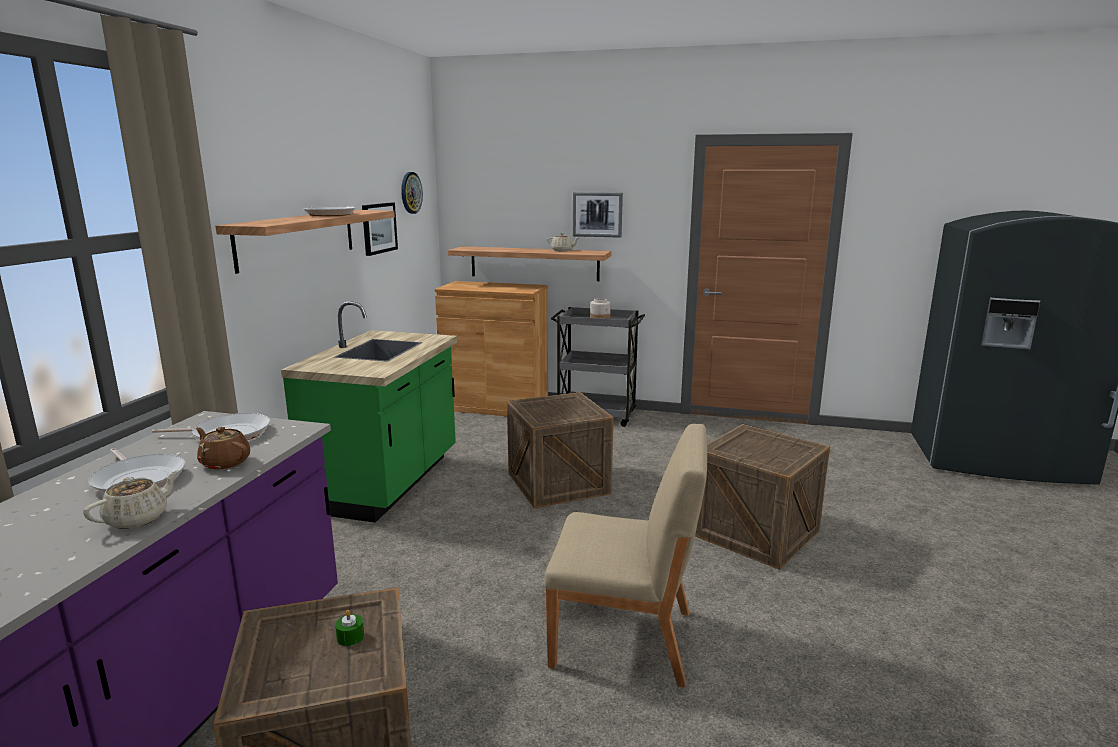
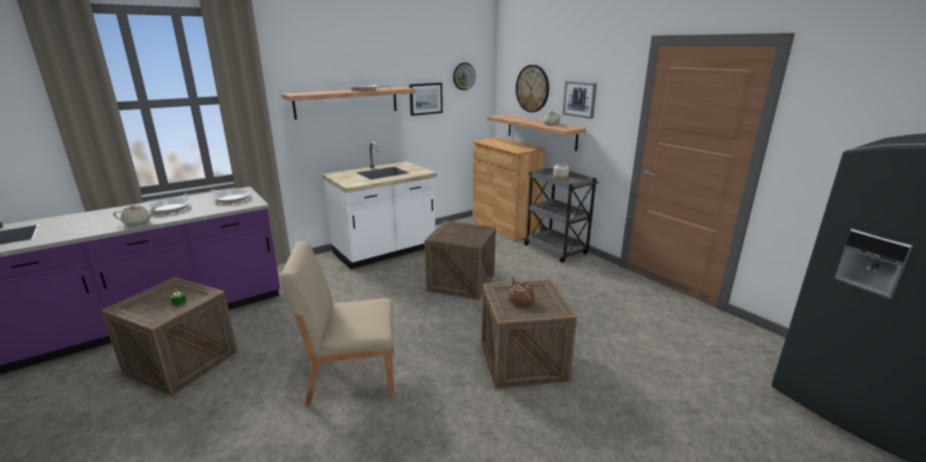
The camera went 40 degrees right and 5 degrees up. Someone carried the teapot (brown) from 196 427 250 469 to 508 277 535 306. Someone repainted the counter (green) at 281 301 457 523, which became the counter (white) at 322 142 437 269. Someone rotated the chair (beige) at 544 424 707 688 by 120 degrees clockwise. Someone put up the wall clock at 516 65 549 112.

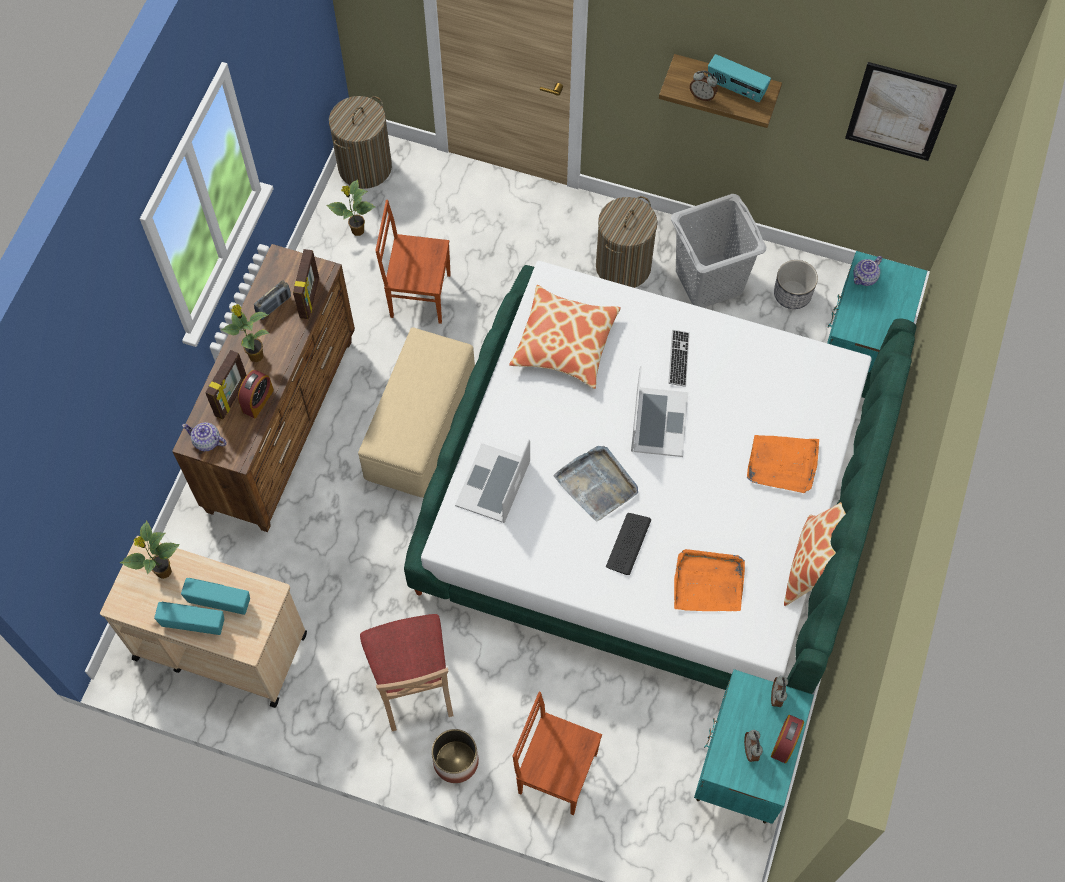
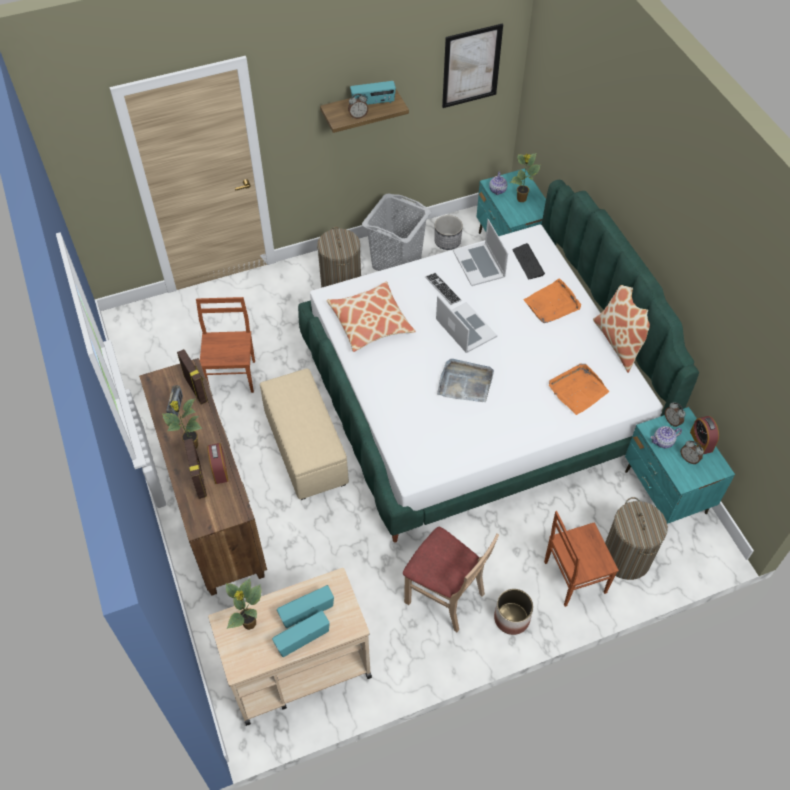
The camera went 40 degrees left and 10 degrees down. Someone carried the teapot from 182 422 227 451 to 650 426 682 448. Someone carried the potted plant from 326 180 376 236 to 510 153 540 202. Someone carried the laundry basket from 329 96 392 189 to 605 497 668 580. Someone rotated the chair (brown) at 375 200 451 324 by 120 degrees clockwise. Someone carried the laptop from 455 440 530 523 to 453 219 508 286. Someone carried the keyboard from 606 513 651 575 to 512 243 545 279.

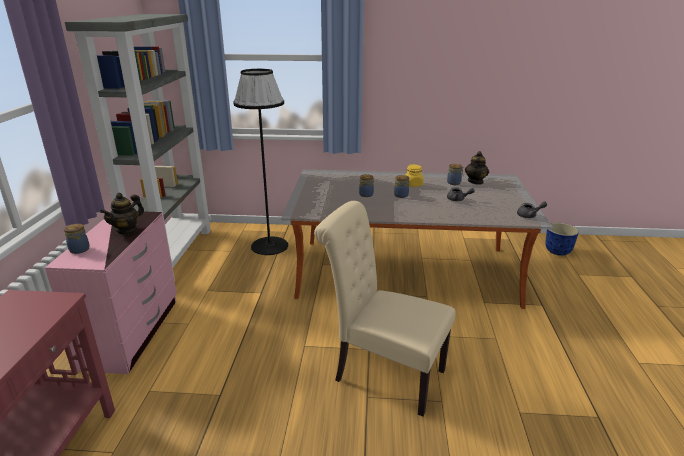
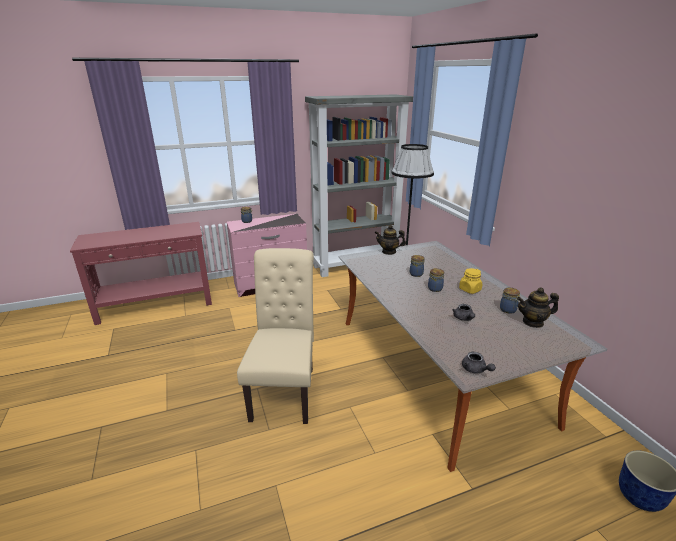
The camera went 65 degrees right and 0 degrees up. Someone carried the teapot from 100 193 144 235 to 375 225 406 255.

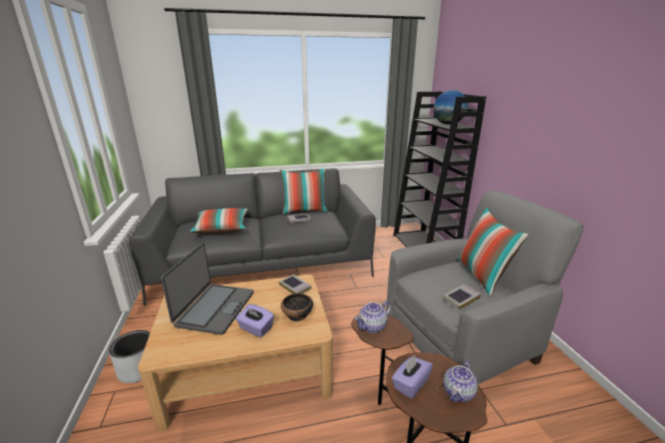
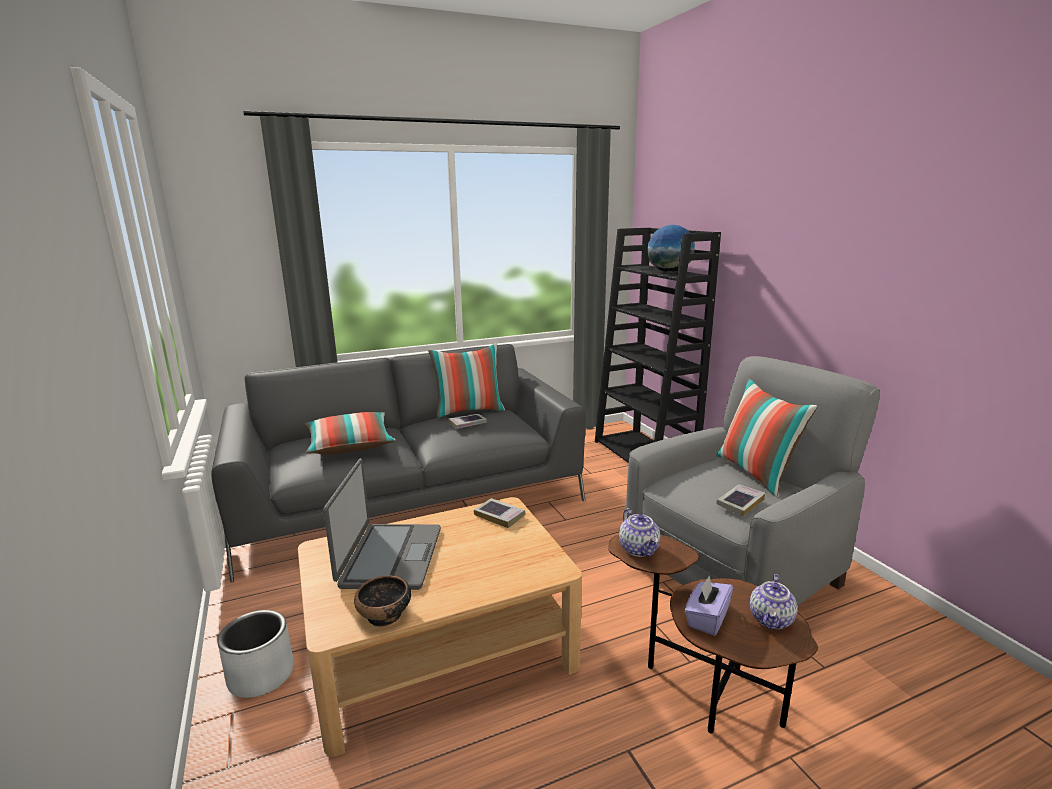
The camera went 10 degrees left and 5 degrees down. Someone took away the tissue box (purple) at 236 304 274 337. Someone carried the bowl from 281 293 313 321 to 354 575 411 627. Someone rotated the teapot at 354 301 391 333 by 60 degrees counterclockwise.

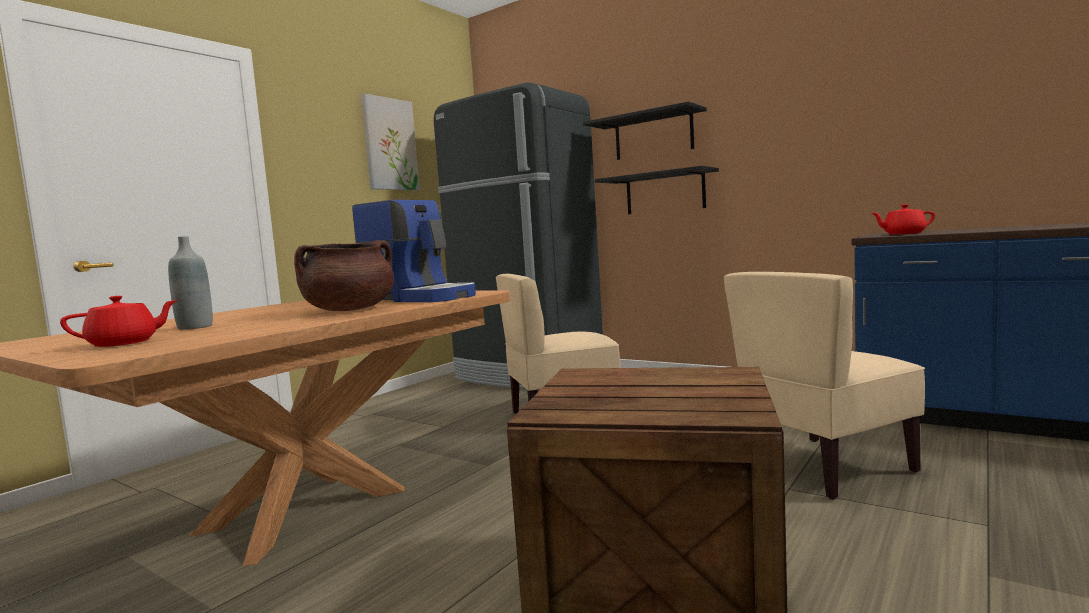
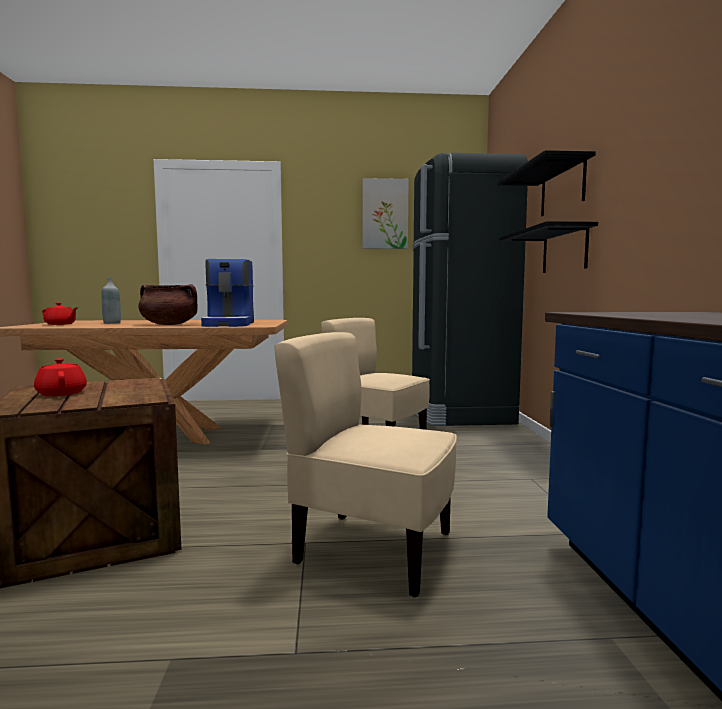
The camera went 50 degrees right and 0 degrees up. Someone carried the teapot (red) from 872 204 935 235 to 34 358 87 396.

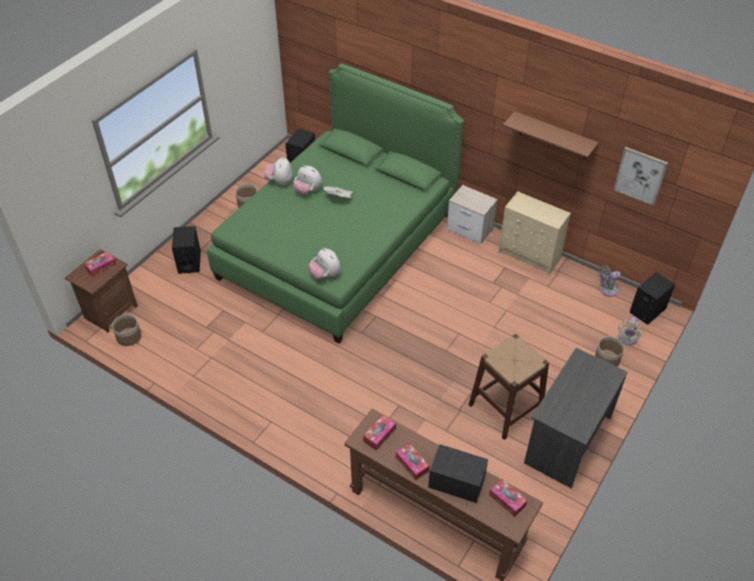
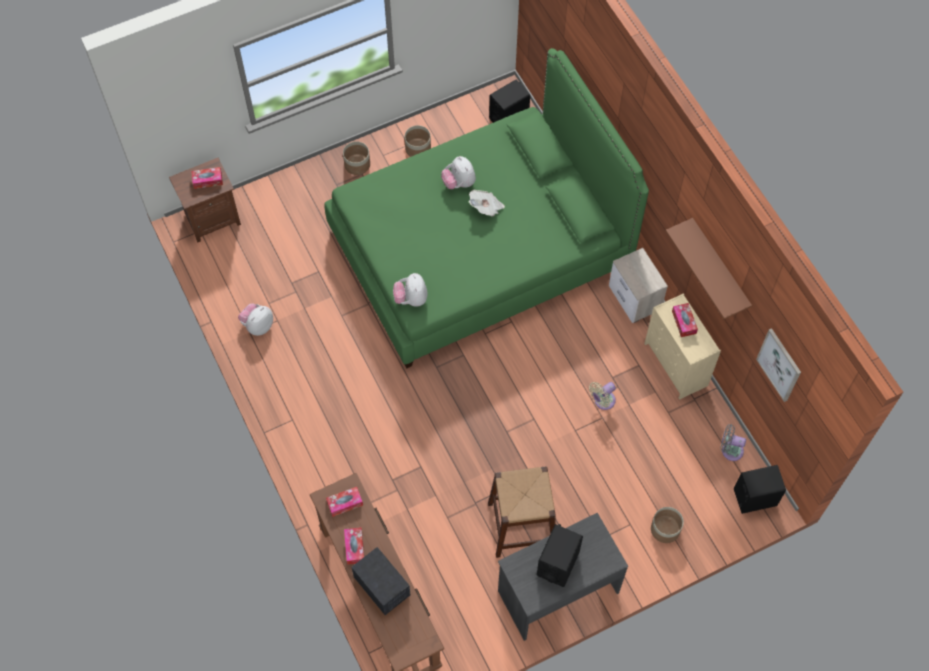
The camera went 30 degrees right and 15 degrees up. Someone carried the planter from 112 314 141 346 to 343 141 370 175. Someone carried the speaker (black) from 172 226 201 274 to 537 524 583 587. Someone carried the plush toy from 264 157 292 186 to 238 303 273 336. Someone carried the tissue box from 489 479 527 517 to 672 303 698 337. Someone carried the fan (beige) from 618 317 644 345 to 589 382 616 410.

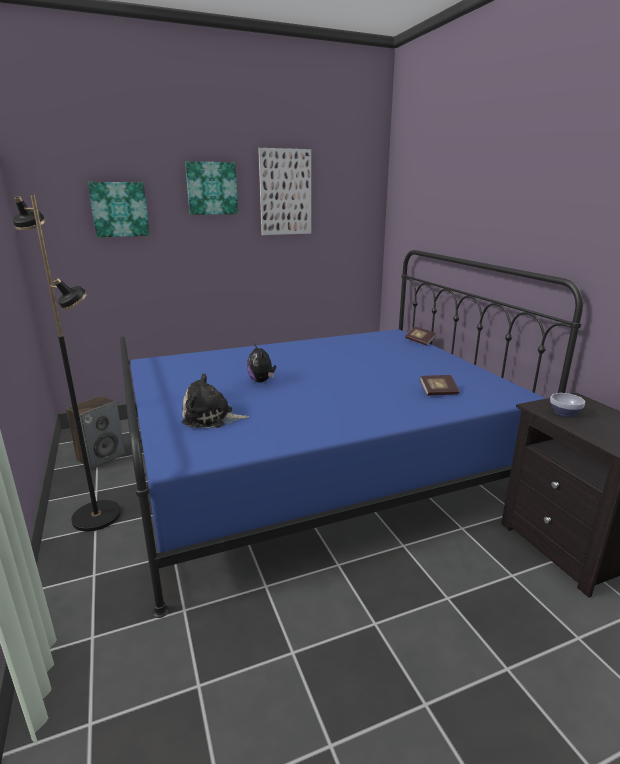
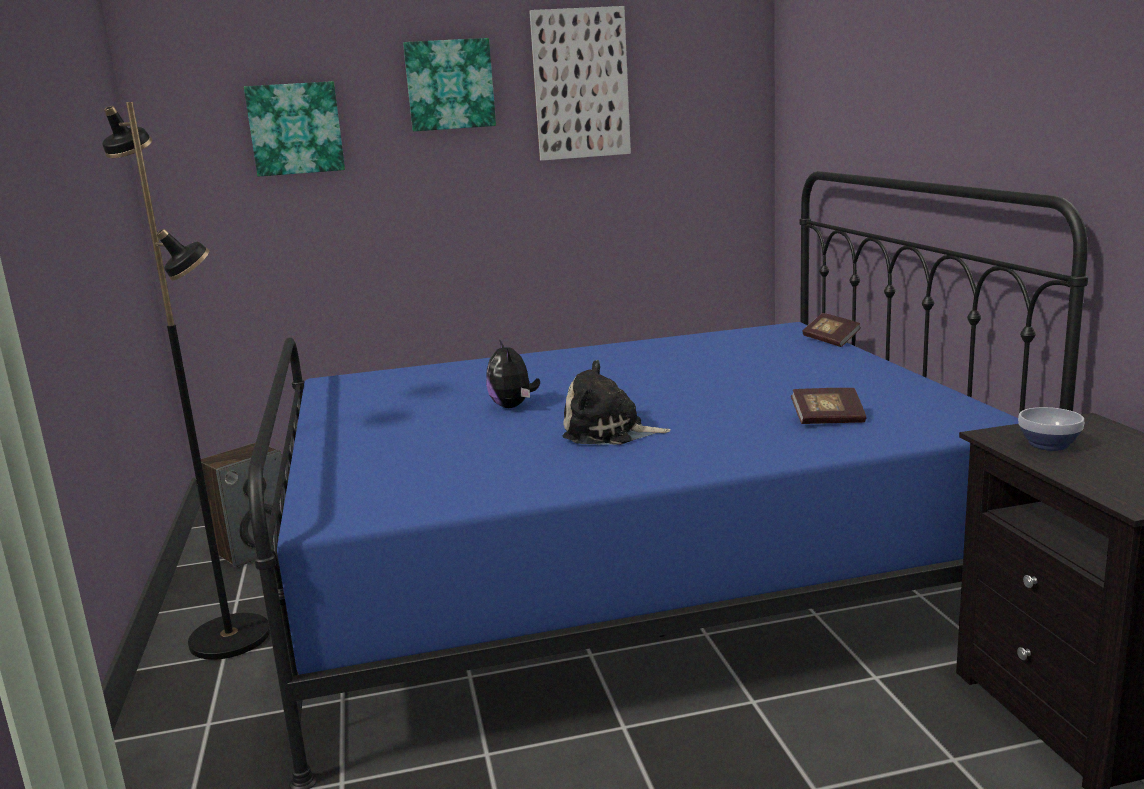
The camera went 10 degrees right and 5 degrees down. Someone carried the plush toy from 182 373 249 428 to 563 360 671 445.

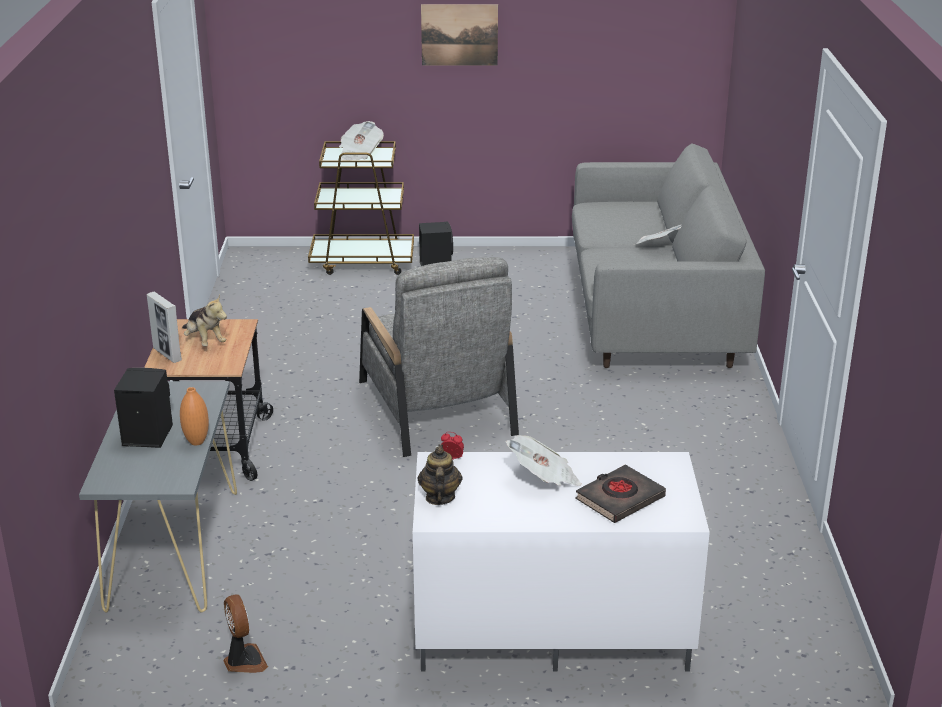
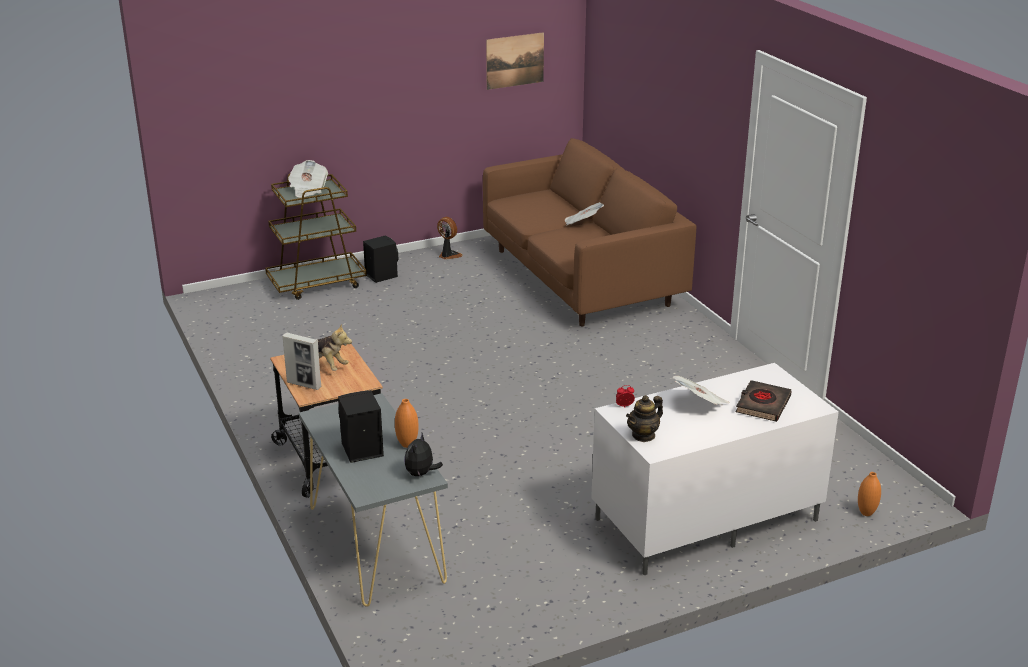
The camera went 25 degrees left and 0 degrees up. Someone carried the fan from 223 594 268 673 to 437 217 463 260. Someone took away the armchair (grey) at 359 257 519 457. Someone rotated the teapot at 418 444 463 505 by 105 degrees counterclockwise. Someone carried the picture from 421 4 498 65 to 486 32 544 90. Someone repainted the sofa (grey) at 572 143 765 368, which became the sofa (brown) at 483 138 696 326. Someone put down the plush toy at 405 433 443 477. Someone put down the vase (orange) at 858 472 881 516.

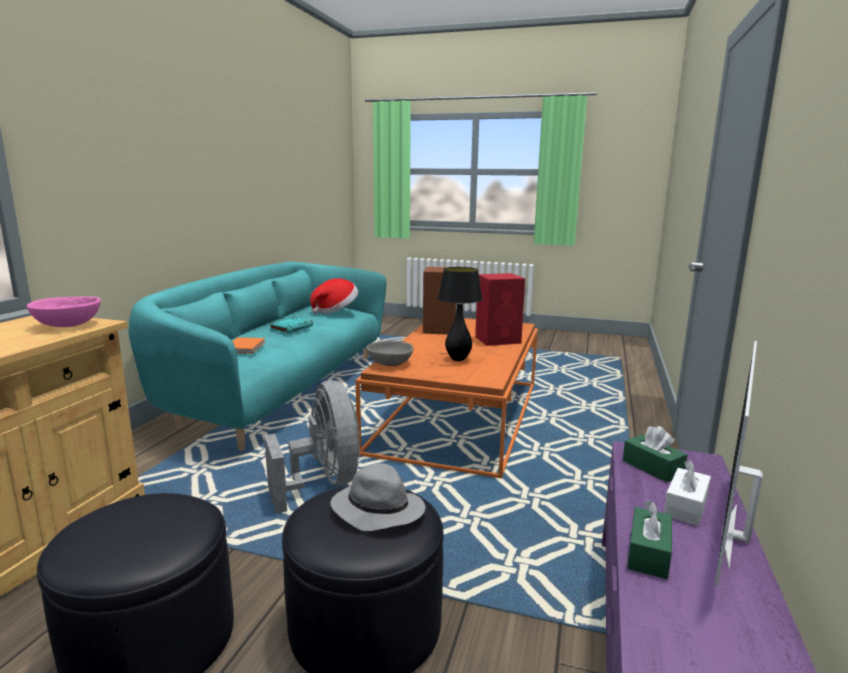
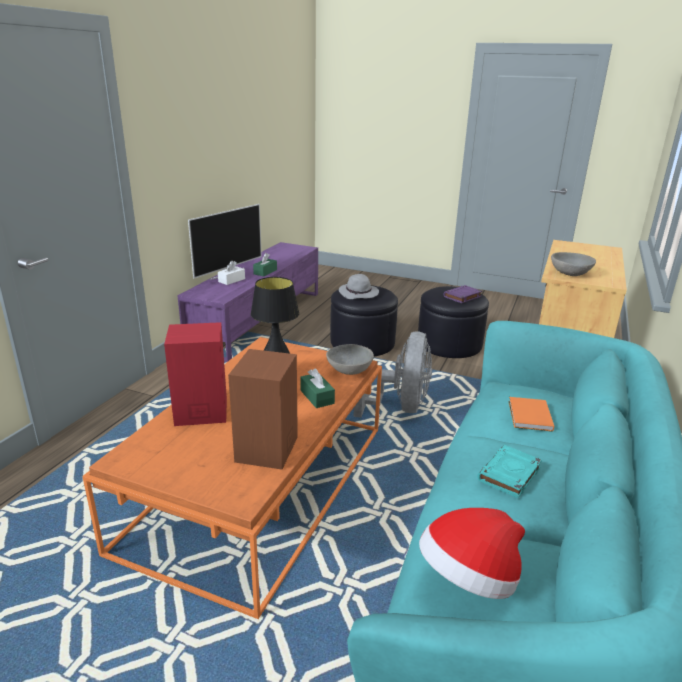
The camera went 175 degrees left and 10 degrees up. Someone repainted the bowl (pink) at 27 296 101 327, which became the bowl (grey) at 551 252 596 276. Someone rotated the fan (grey) at 264 380 360 513 by 150 degrees counterclockwise. Someone carried the tissue box (green) from 623 426 687 482 to 300 369 335 408. Someone put down the book (purple) at 443 285 482 303.

